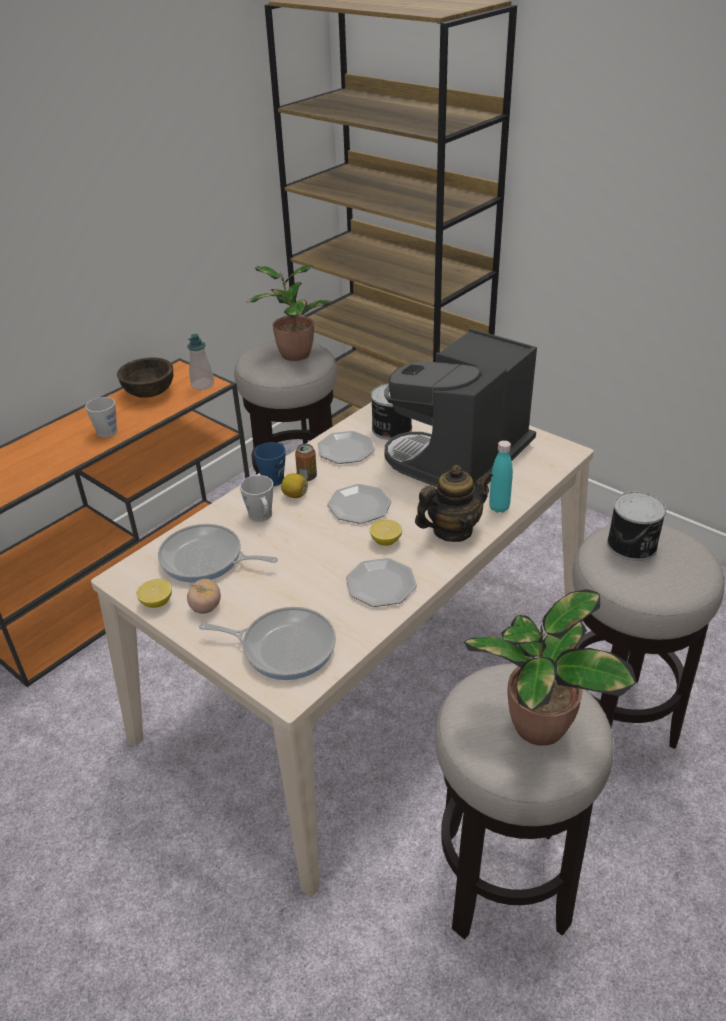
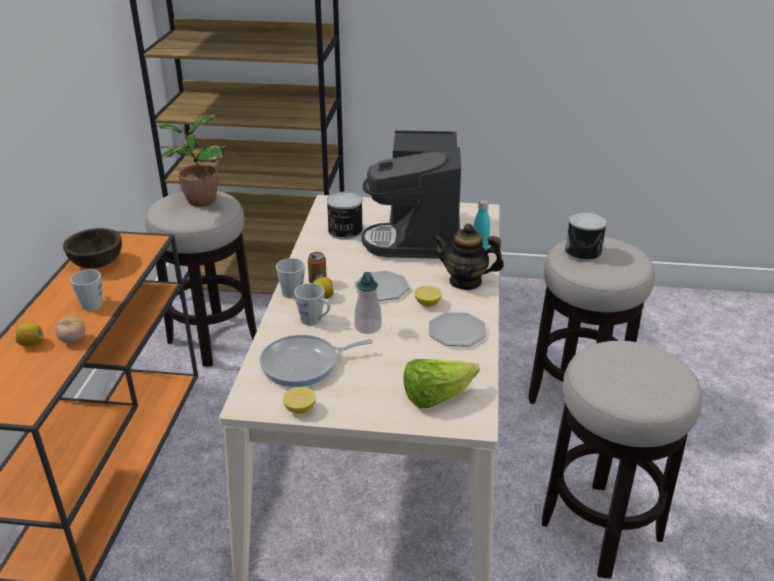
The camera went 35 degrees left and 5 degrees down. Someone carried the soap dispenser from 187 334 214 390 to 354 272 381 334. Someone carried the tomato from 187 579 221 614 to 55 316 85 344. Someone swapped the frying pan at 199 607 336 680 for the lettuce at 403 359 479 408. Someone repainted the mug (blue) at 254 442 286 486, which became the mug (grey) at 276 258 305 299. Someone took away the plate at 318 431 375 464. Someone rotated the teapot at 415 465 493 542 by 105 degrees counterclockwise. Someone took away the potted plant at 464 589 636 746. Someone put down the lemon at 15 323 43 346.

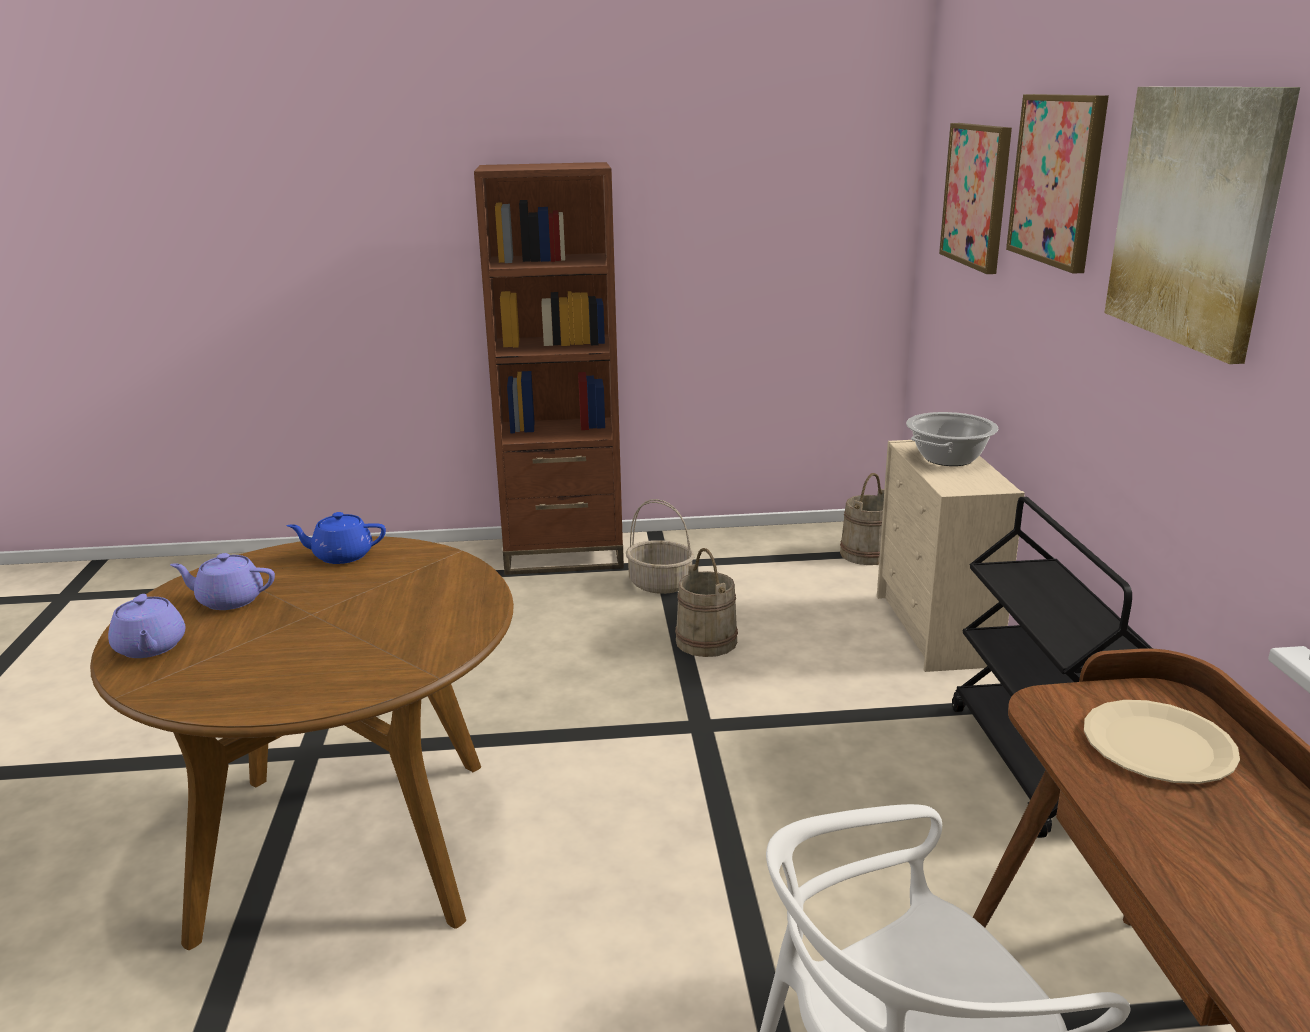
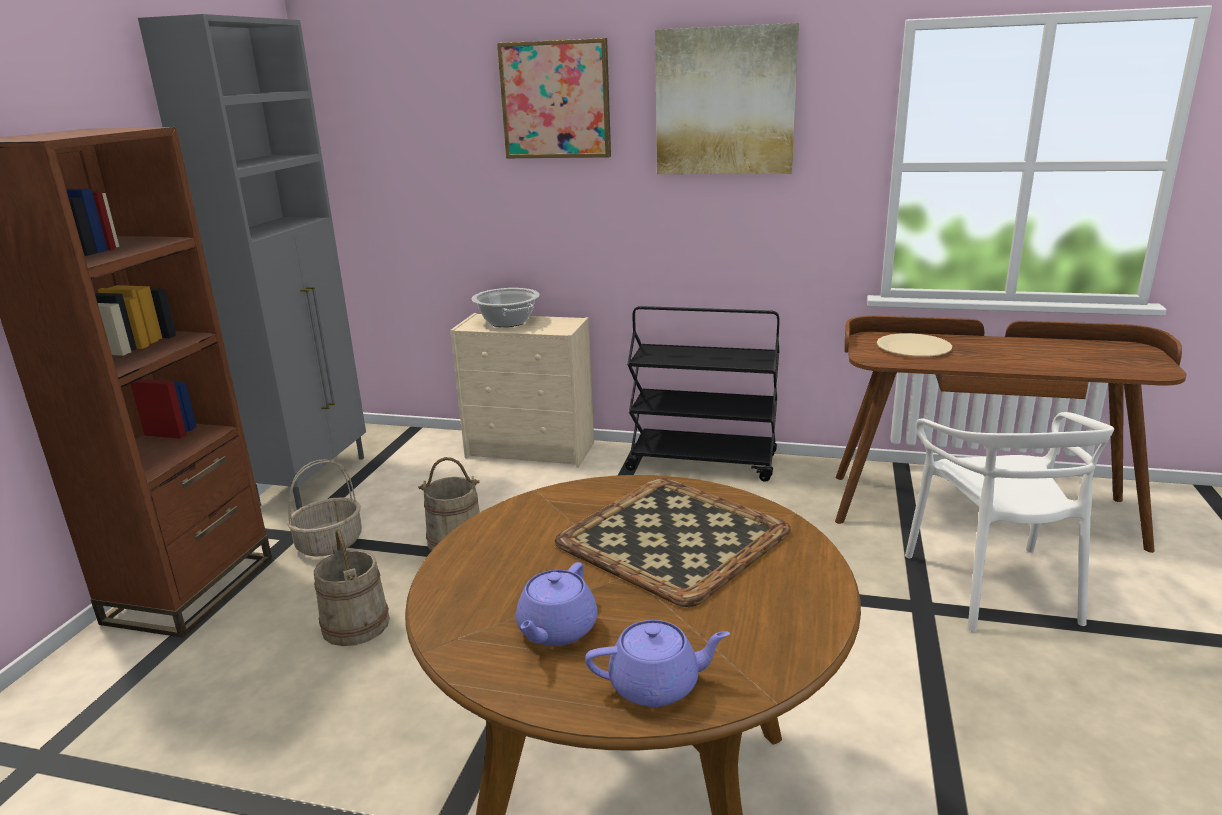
The camera went 70 degrees left and 0 degrees up. Someone took away the teapot (blue) at 287 512 386 564. Someone carried the bucket (beige) from 840 473 884 565 to 314 529 390 646. Someone took away the picture at 939 123 1012 274. Someone put down the cabinet (grey) at 138 14 366 510. Someone put down the tray at 555 478 791 607.

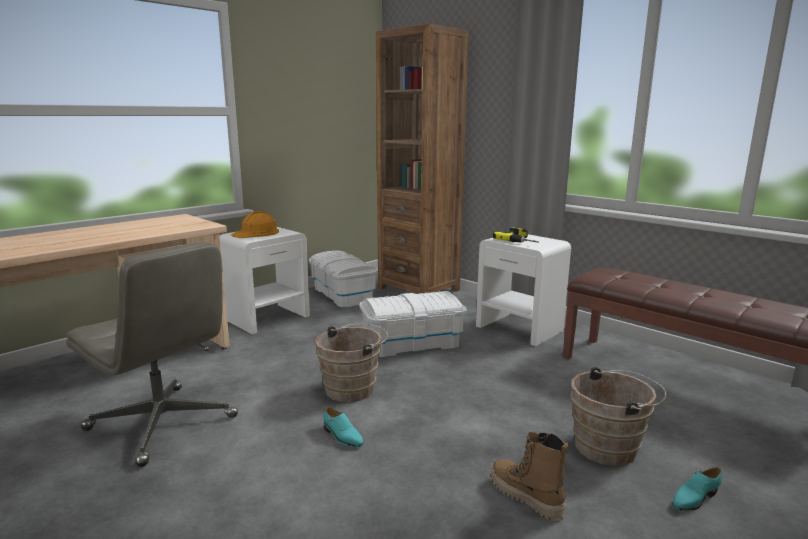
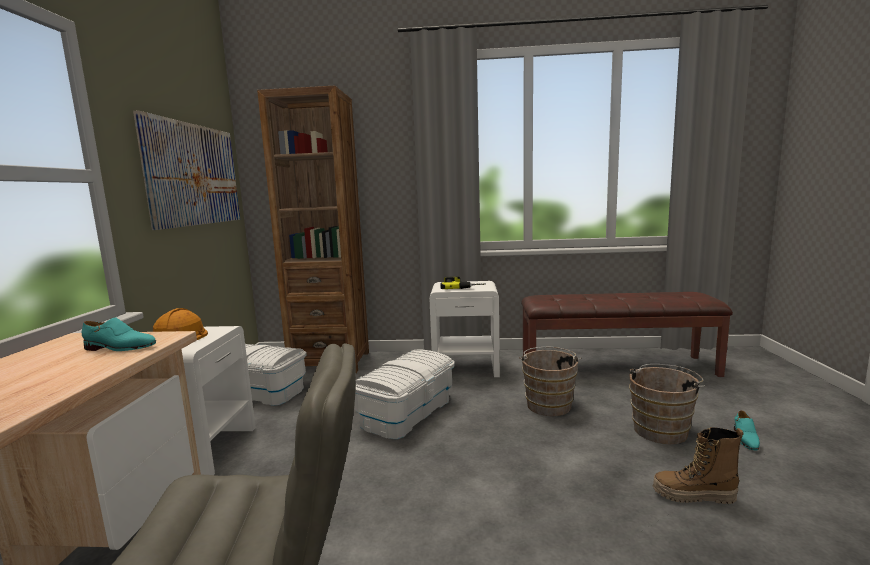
The camera went 40 degrees left and 5 degrees down. Someone carried the bucket (brown) from 315 324 388 402 to 519 347 581 416. Someone carried the shoe (turquoise) from 323 407 363 447 to 82 317 156 351. Someone put up the picture at 133 110 240 230.

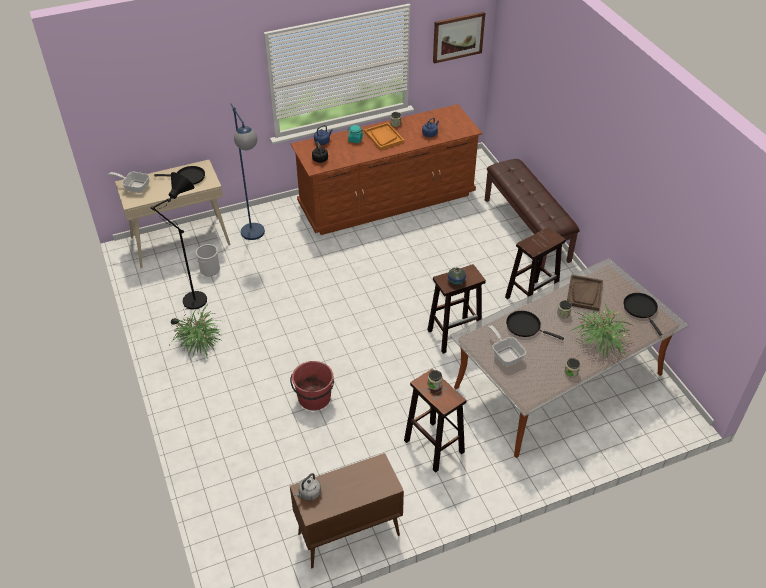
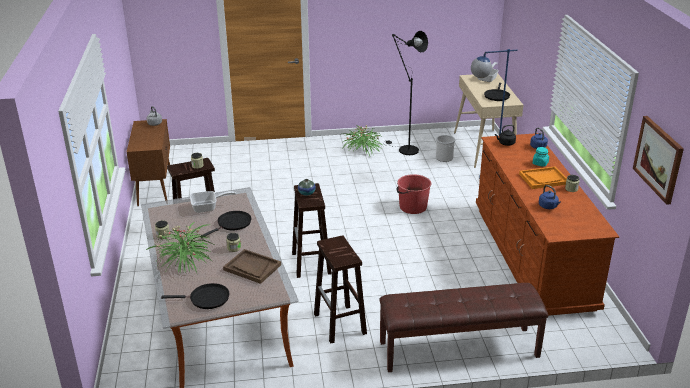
The camera went 105 degrees right and 15 degrees down. Someone carried the bucket (red) from 290 361 334 410 to 396 174 431 214.

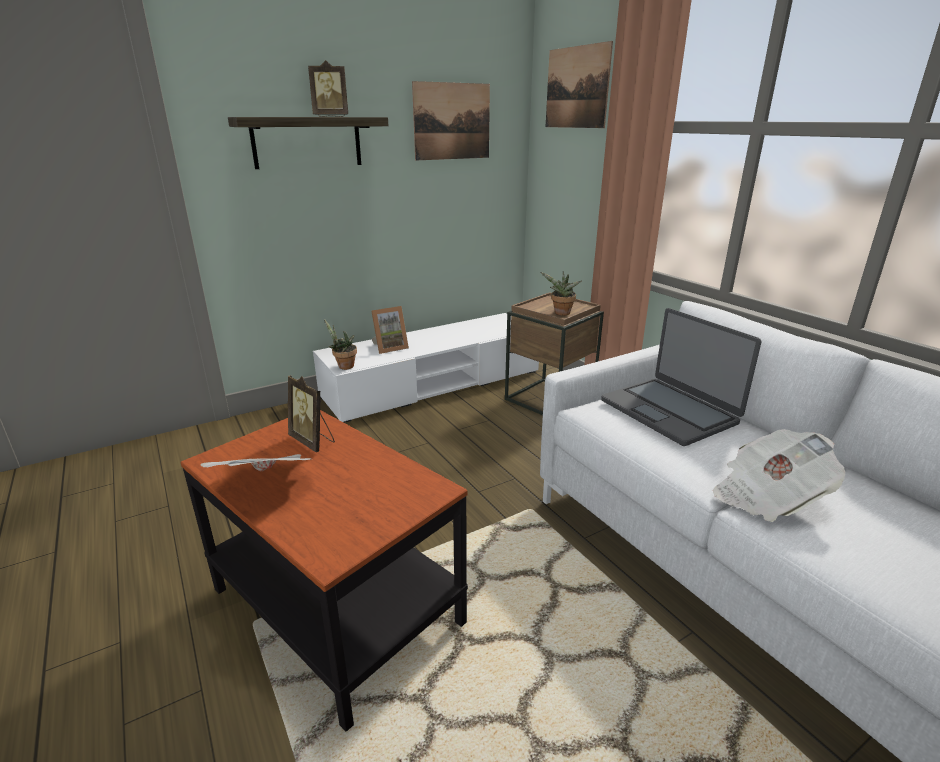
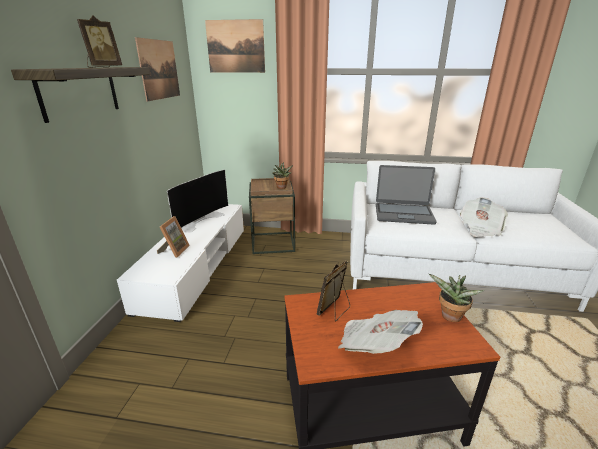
The camera went 50 degrees left and 0 degrees up. Someone rotated the picture frame at 288 375 335 452 by 135 degrees clockwise. Someone carried the potted plant from 324 319 357 370 to 429 274 484 322. Someone put down the television at 167 169 228 233.

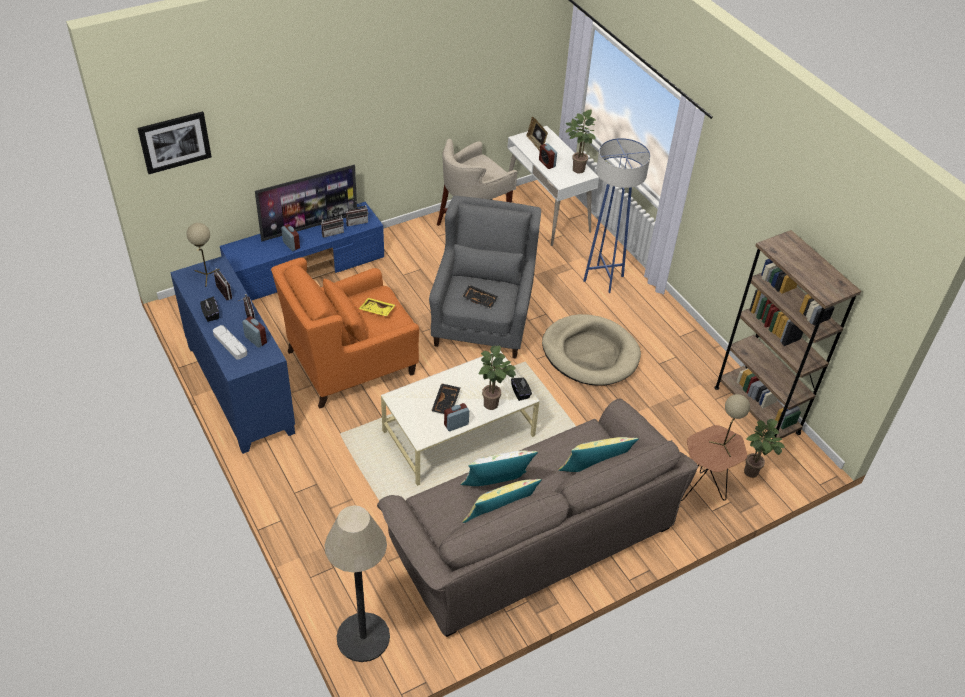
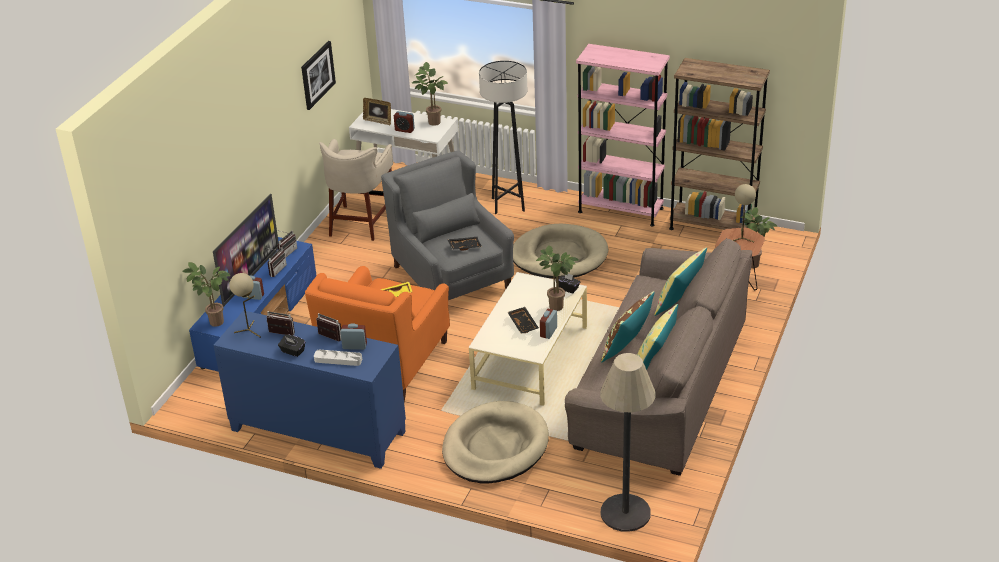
The camera went 35 degrees left and 10 degrees down. Someone carried the picture from 137 111 212 174 to 301 41 336 110. Someone repainted the pillow (white) at 461 451 538 486, which became the pillow (brown) at 601 291 655 363. Someone repainted the floor lamp (blue) at 583 138 650 293, which became the floor lamp (grey) at 479 60 527 214. Someone put down the potted plant at 182 262 230 327. Someone put down the dog bed (beige) at 442 401 549 484. Someone put down the bookcase (pink) at 576 44 670 227.

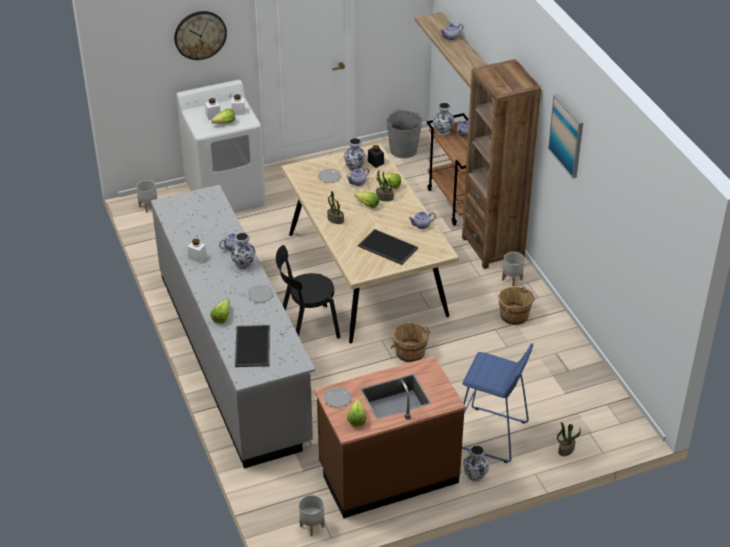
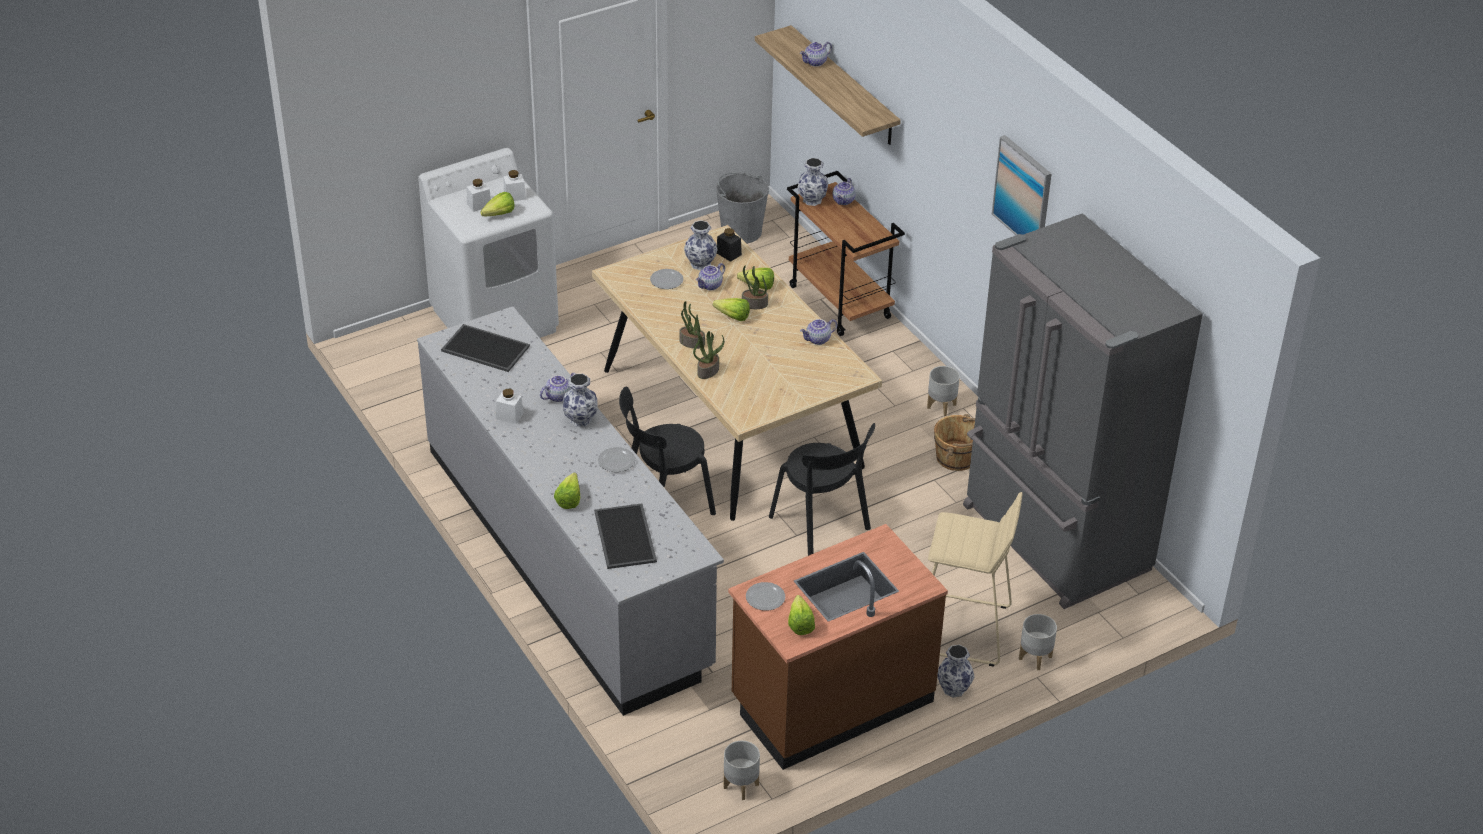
The camera went 10 degrees left and 0 degrees up. Someone carried the planter (grey) from 136 180 157 213 to 1019 614 1057 670. Someone took away the wall clock at 174 11 227 60. Someone carried the tray from 358 229 418 265 to 441 324 530 372. Someone swapped the bucket (brown) at 391 322 430 362 for the chair (black) at 769 423 875 556. Someone took away the bookcase (brown) at 462 59 541 269. Someone repainted the stool (blue) at 462 343 533 463, which became the stool (beige) at 928 492 1023 667. Someone carried the potted plant from 557 422 581 456 to 693 331 724 379. Someone put down the fridge (grey) at 963 213 1203 609.

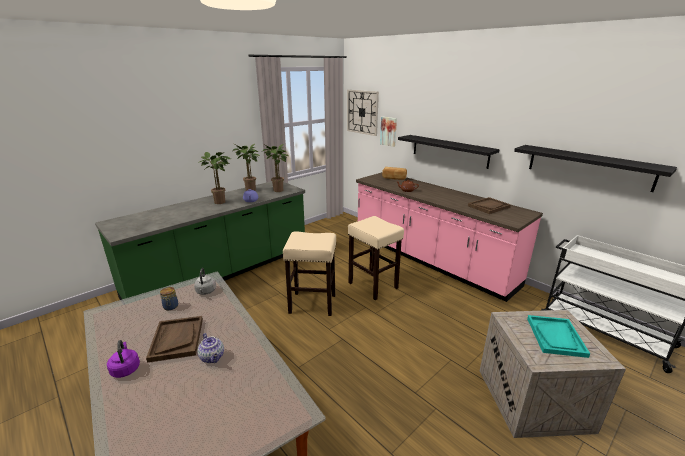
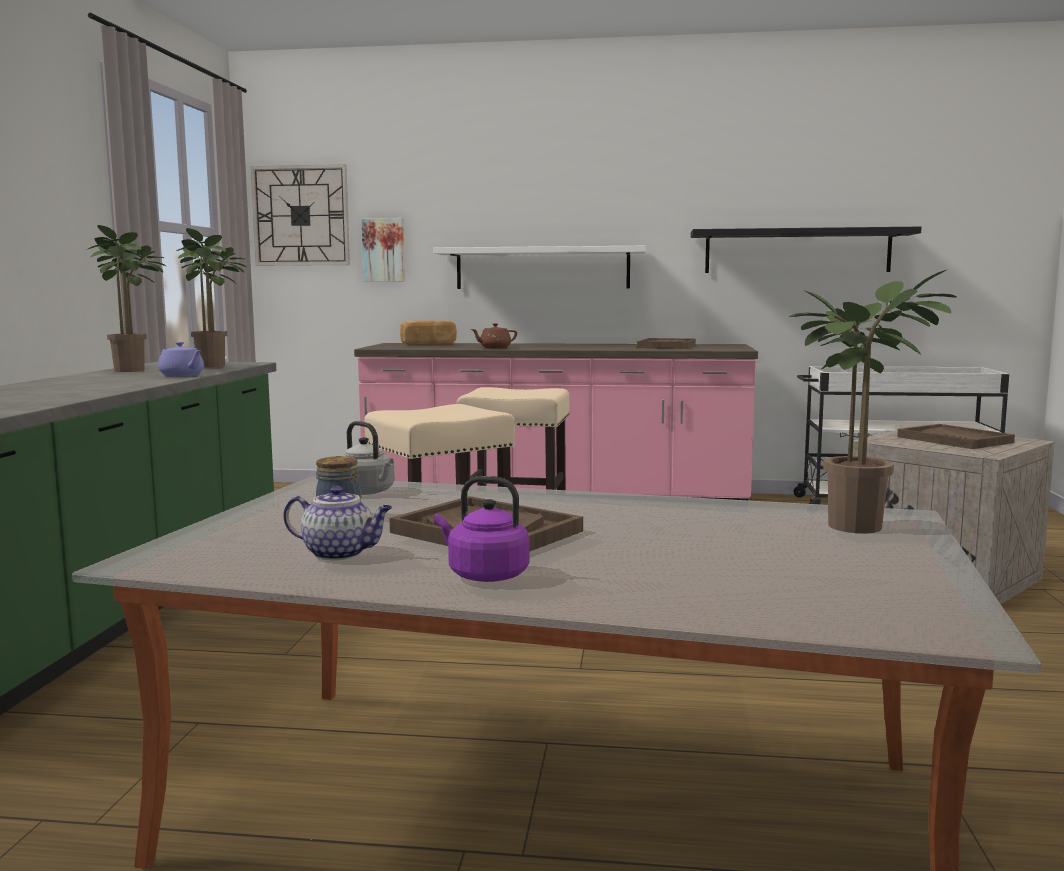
The camera went 40 degrees left and 15 degrees down. Someone carried the teapot from 197 333 224 363 to 283 486 392 560. Someone carried the potted plant from 198 152 231 204 to 789 270 957 533. Someone repainted the shelf (black) at 398 135 500 169, which became the shelf (white) at 433 246 646 289. Someone repainted the tray (turquoise) at 527 315 590 358, which became the tray (brown) at 897 424 1015 449.

